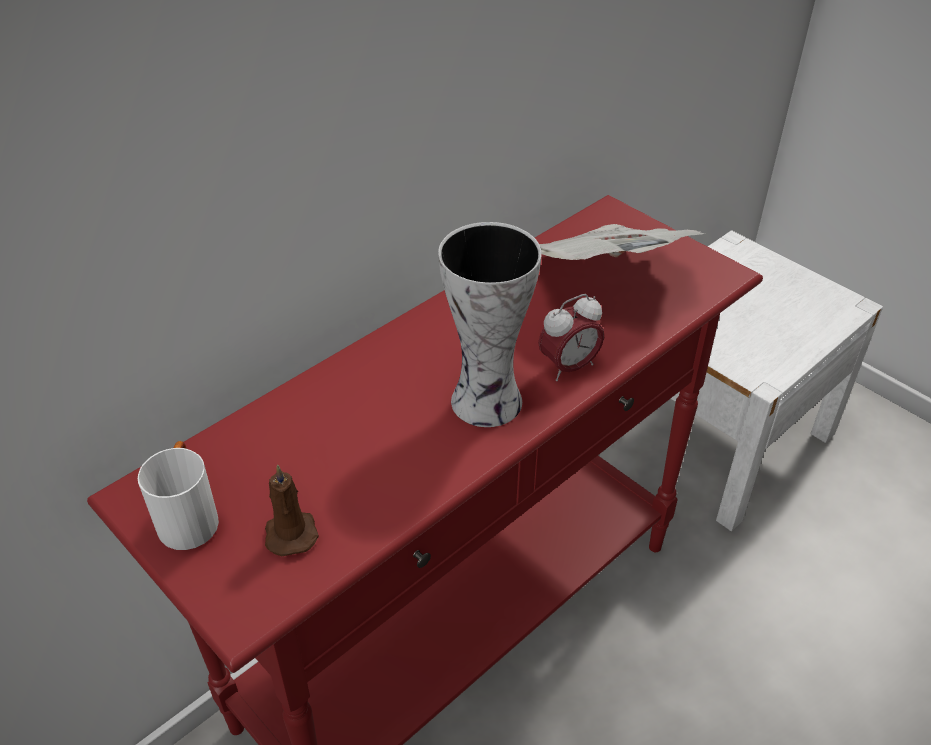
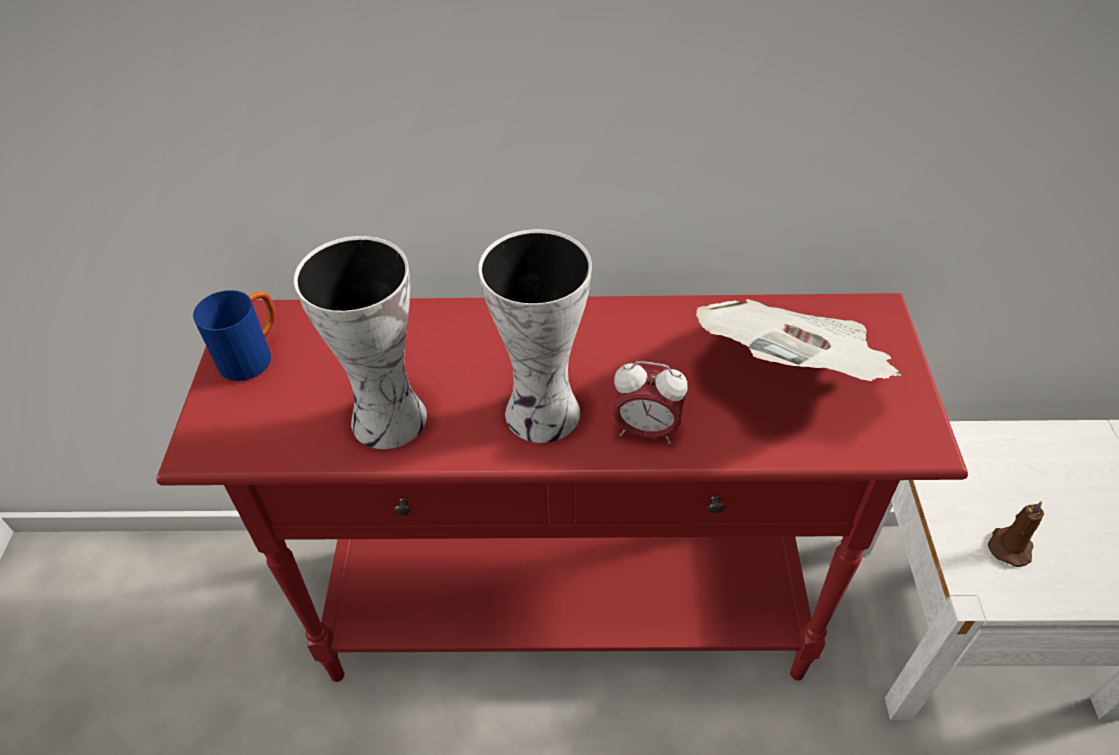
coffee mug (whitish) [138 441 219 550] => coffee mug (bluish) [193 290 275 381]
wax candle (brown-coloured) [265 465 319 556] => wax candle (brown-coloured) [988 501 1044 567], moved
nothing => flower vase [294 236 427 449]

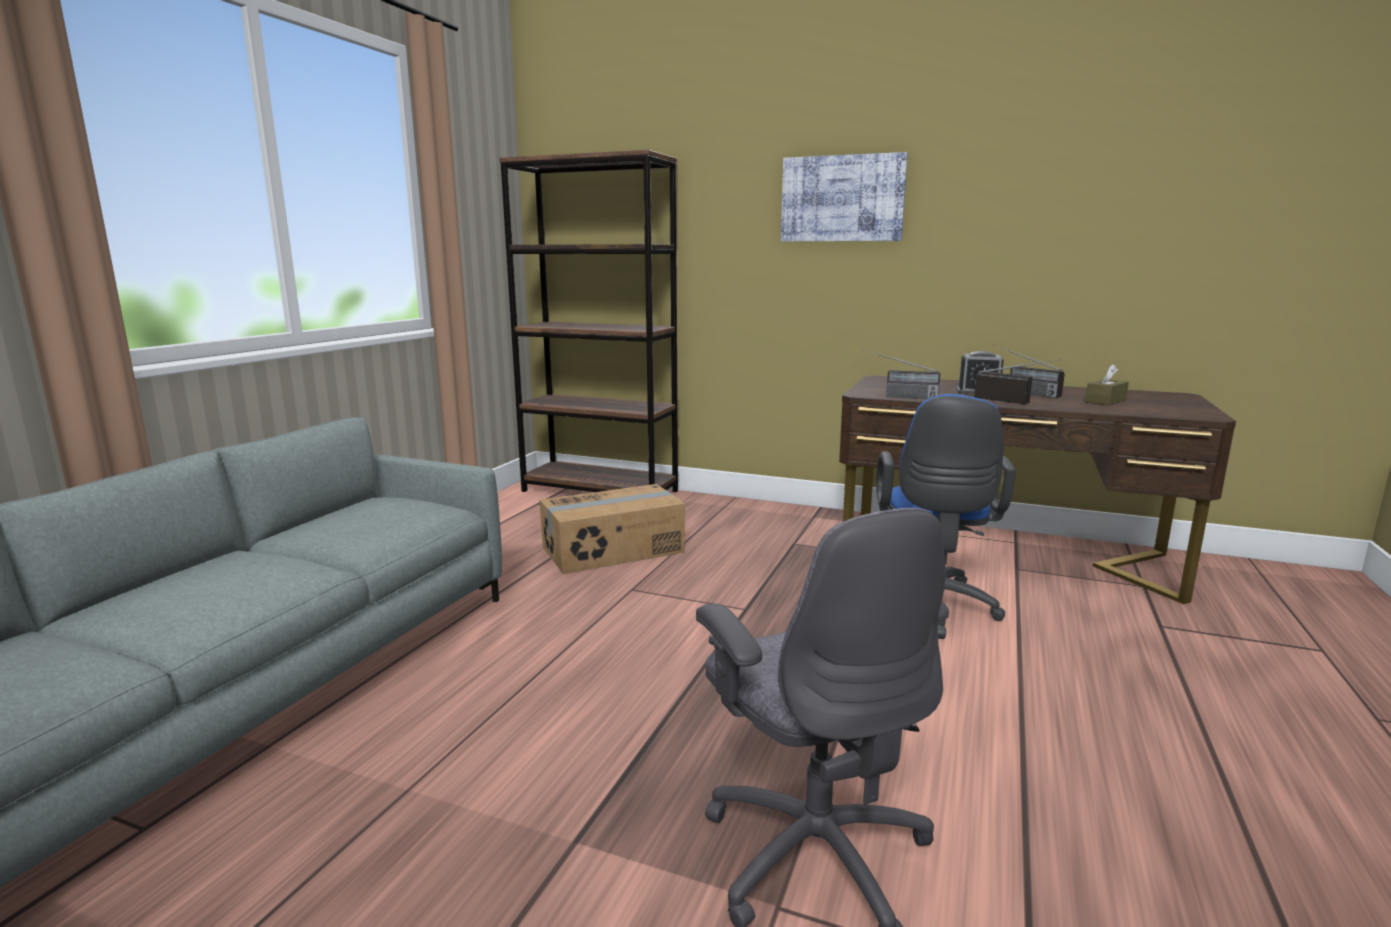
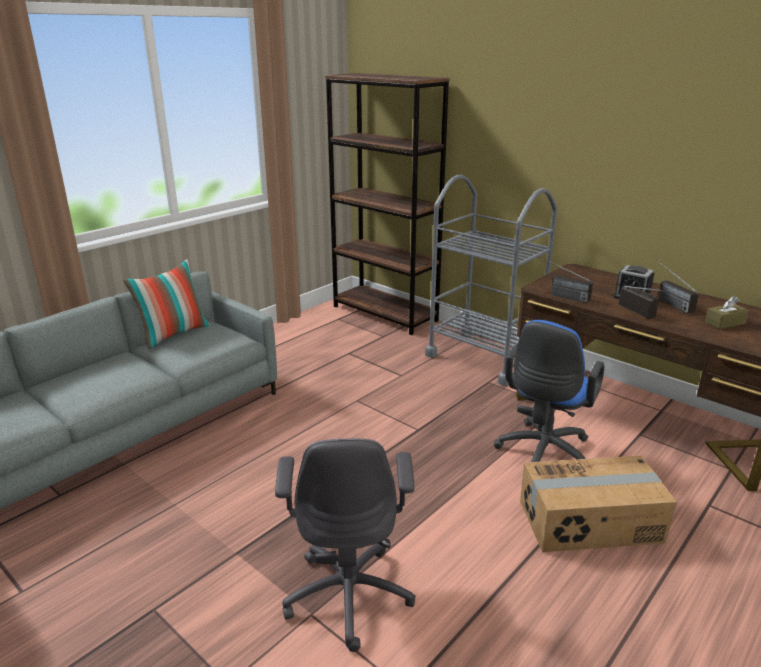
wall art [781 152 908 242] => nothing
carton [539 484 685 574] => carton [520 456 677 552], moved
nothing => wheeled cart (gray) [425 175 558 386]
nothing => cushion [123 259 210 349]

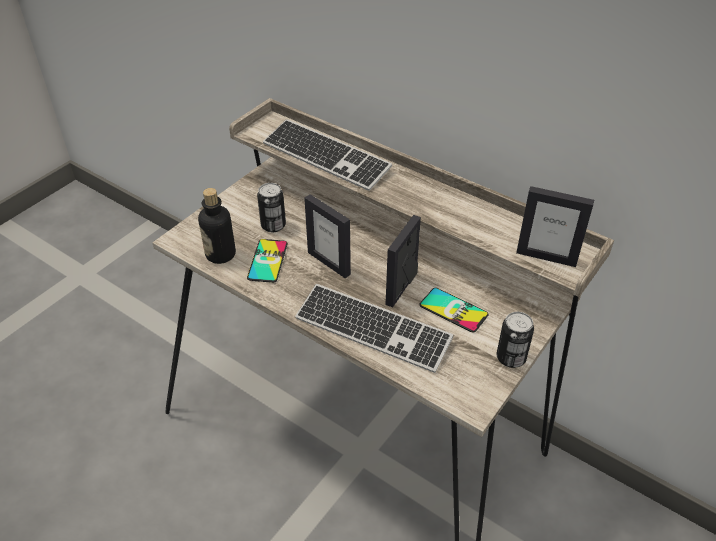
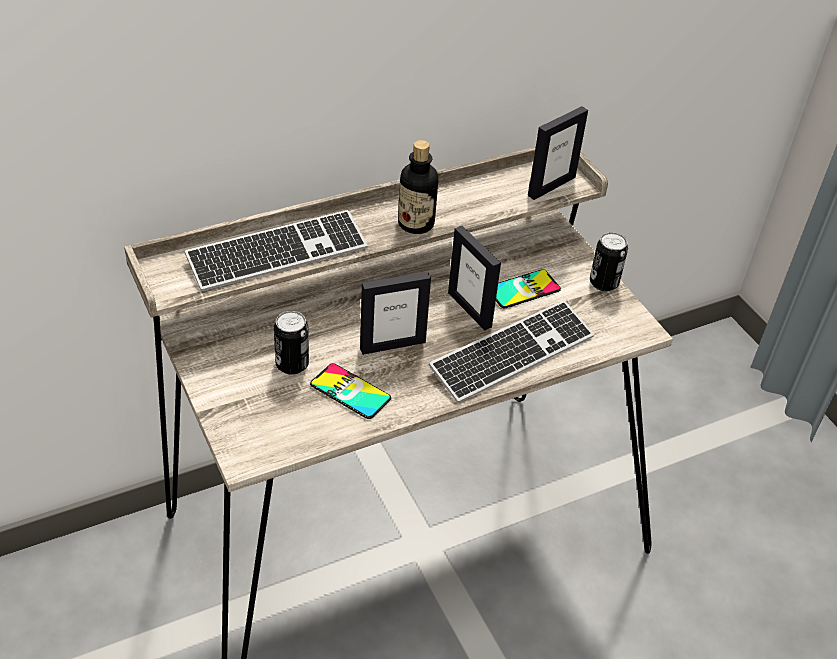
bottle [198 188 236 264] => bottle [398 140 438 234], moved

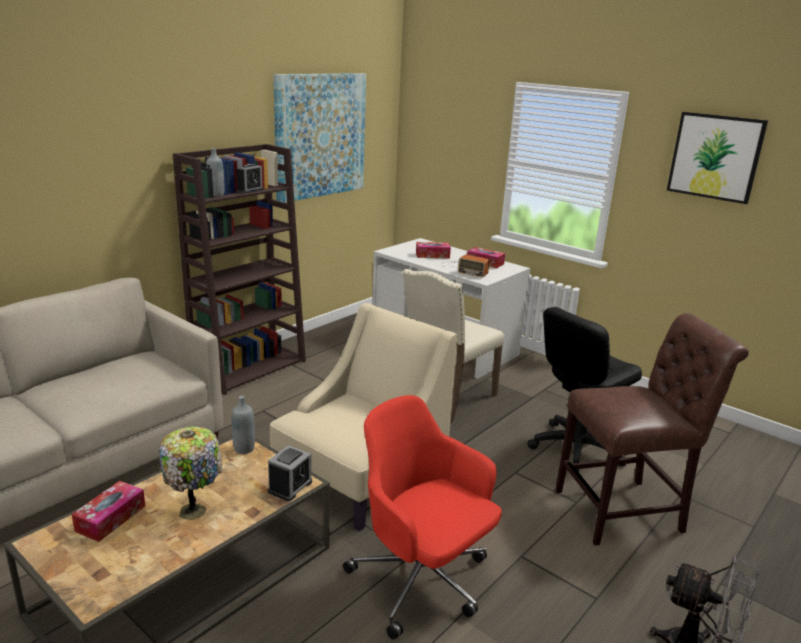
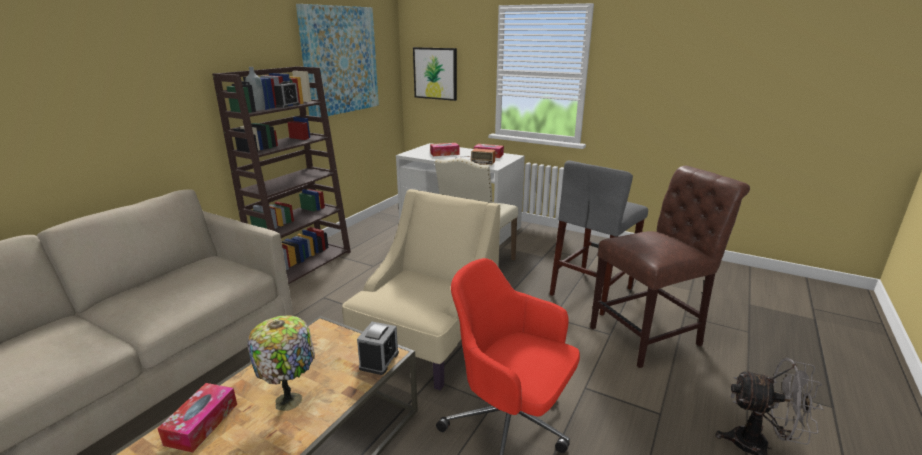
wall art [667 112 768 204] => wall art [413 47 457 101], moved
desk chair (blackish) [527 307 642 472] => stool seat (gray) [550 160 648 316]
bottle (gray) [232 396 255 454] => nothing

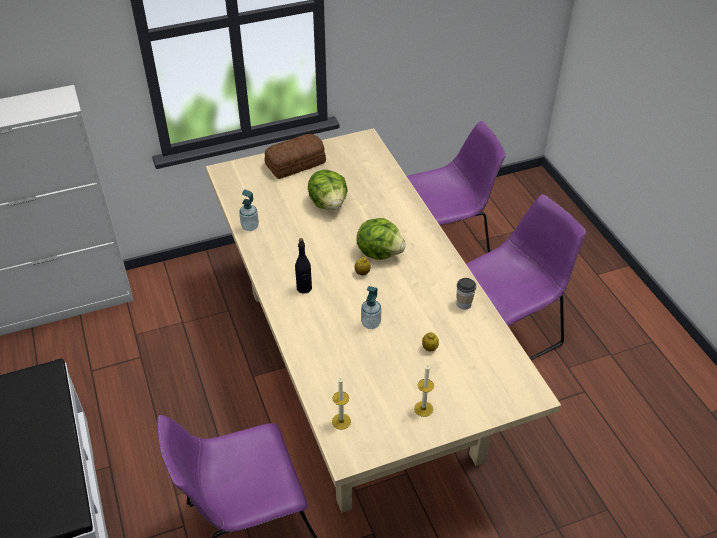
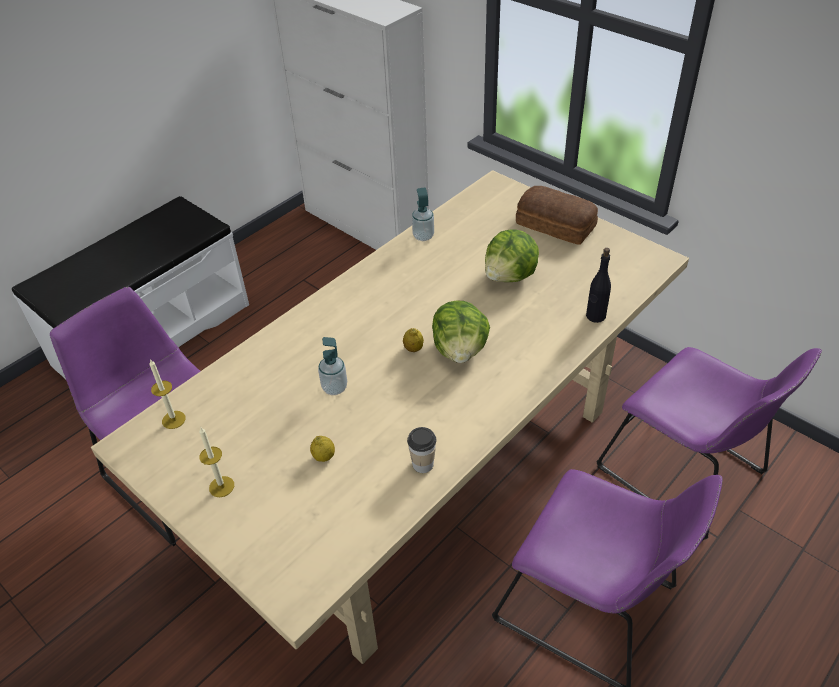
bottle (blackish) [295 238 312 293] => bottle (blackish) [586 248 611 323], moved

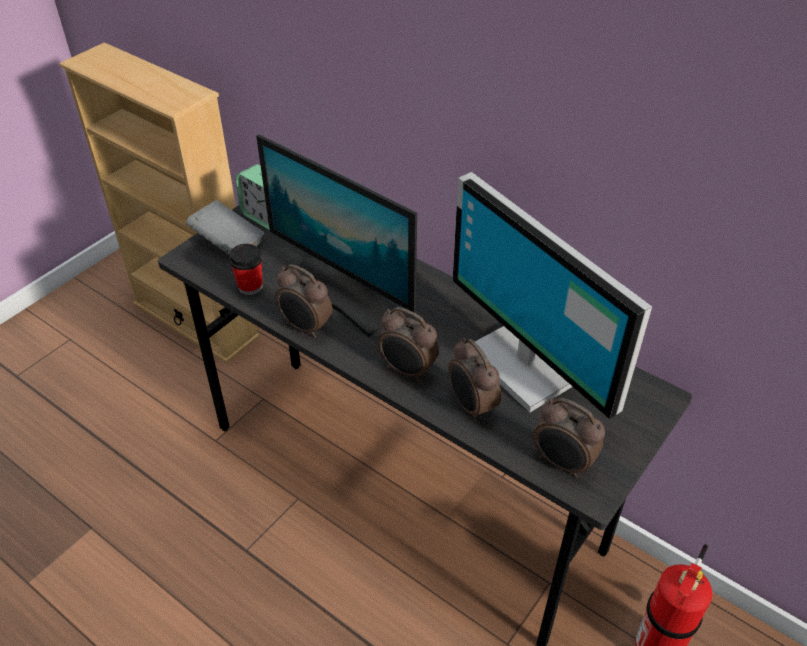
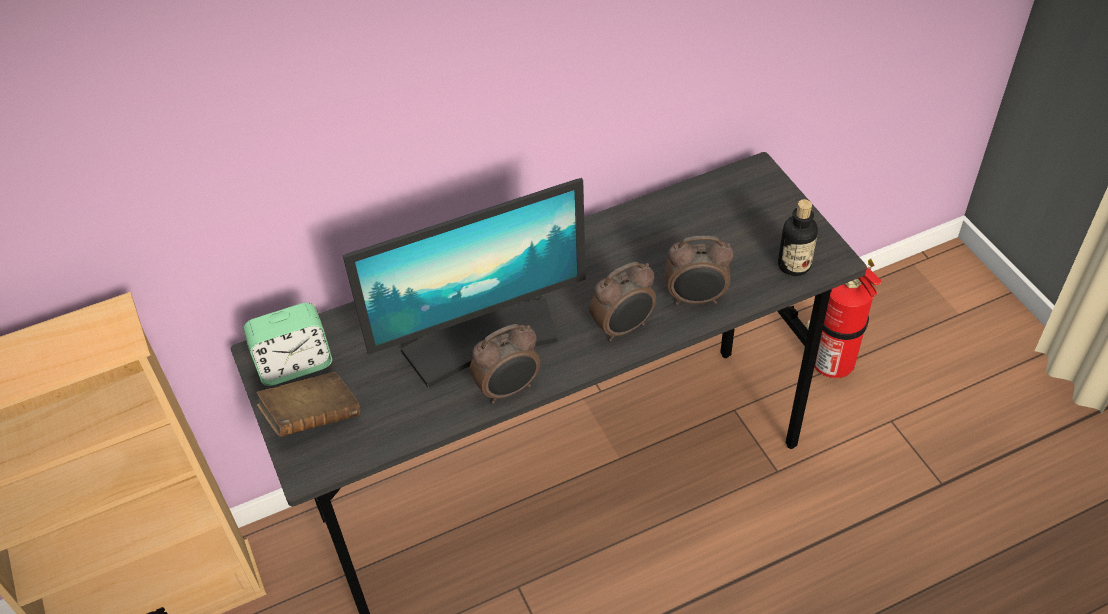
computer screen [453 172 652 419] => nothing
bound book (gray) [186 200 265 255] => bound book (brown-coloured) [257 372 360 437]
cup [229 244 263 295] => nothing
table clock [533 398 605 478] => bottle [778 199 818 276]

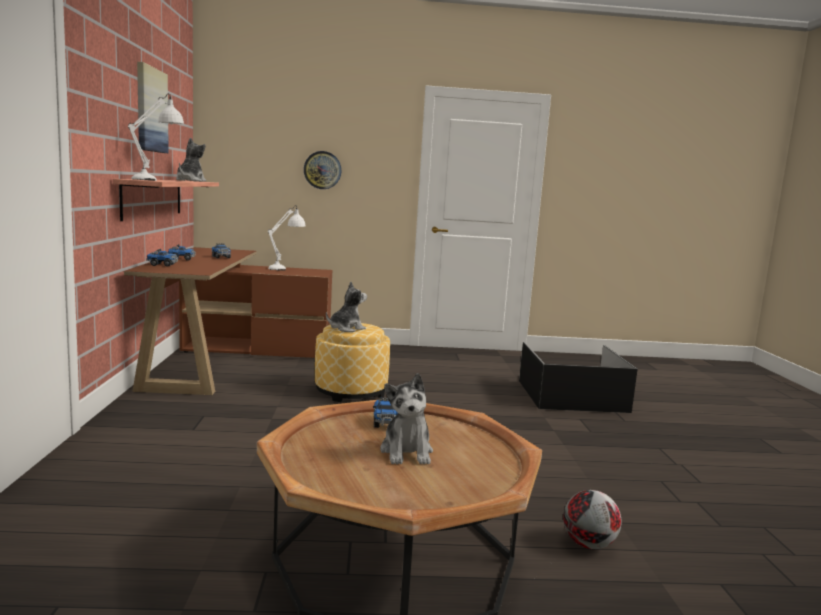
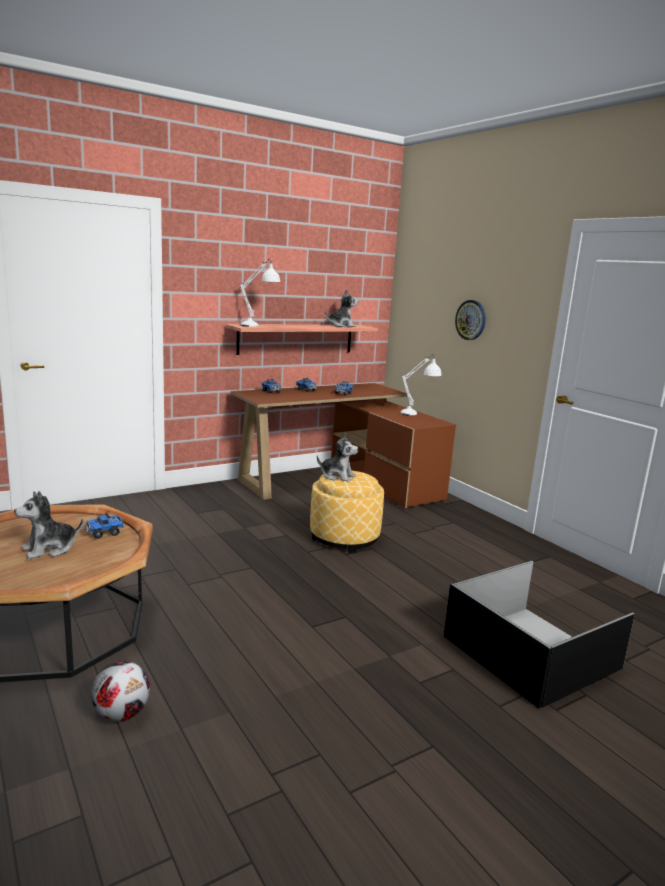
wall art [137 62 169 153] => nothing

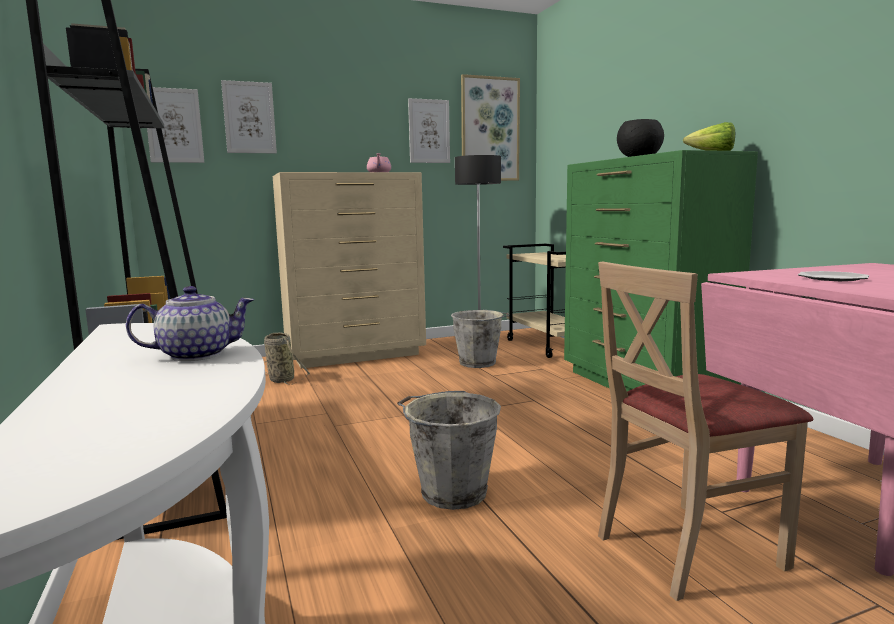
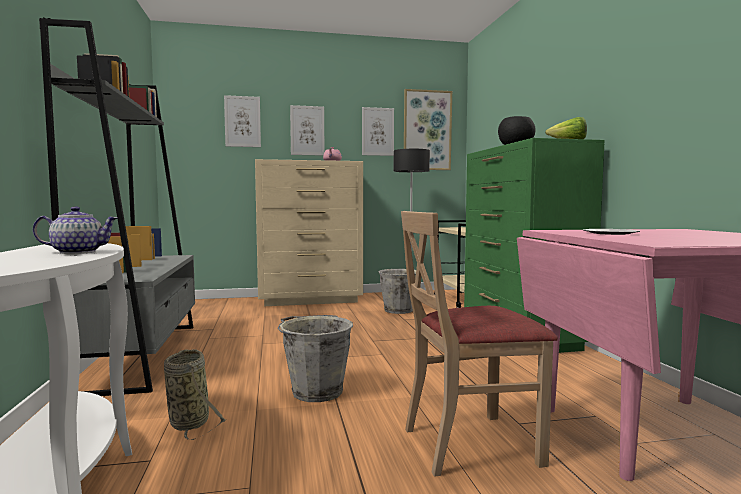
wall art [147 87 204 163] => wall art [290 105 325 156], moved
basket [264 332 310 384] => basket [164 349 227 440], moved

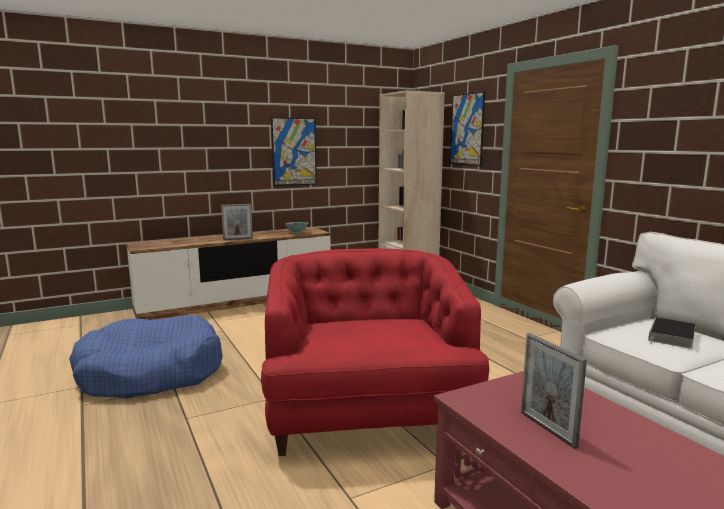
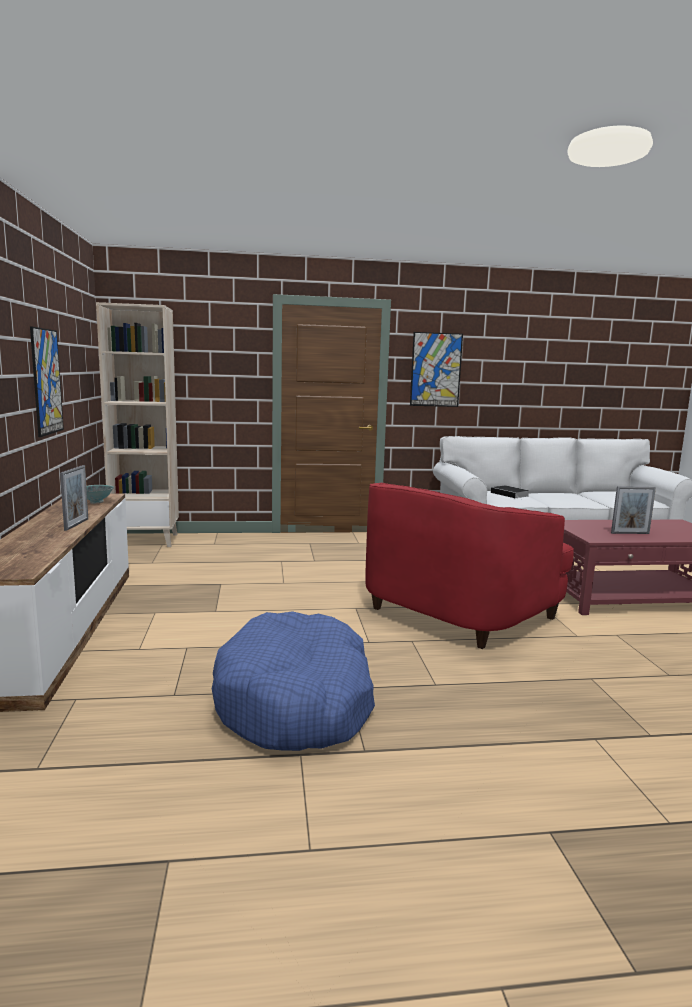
wall art [450 92 485 166] => wall art [410 332 463 407], moved
lounge chair (red) [261 248 489 456] => lounge chair (red) [365 483 574 649], 60 degrees counterclockwise

